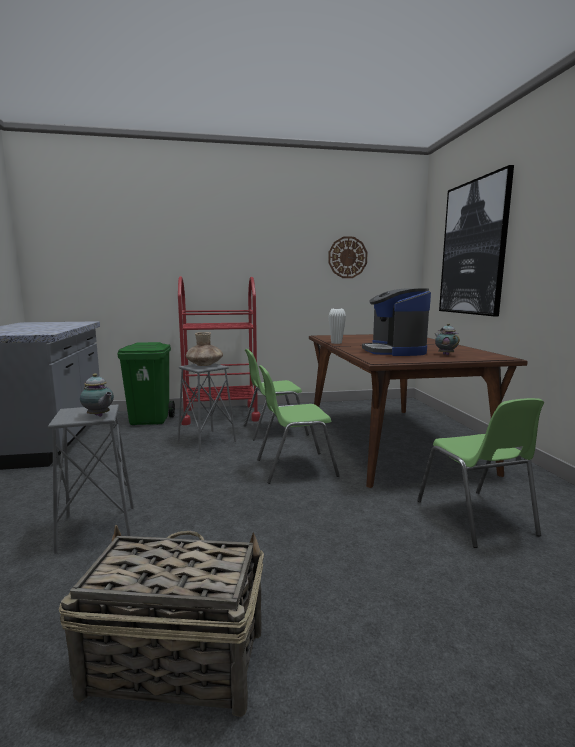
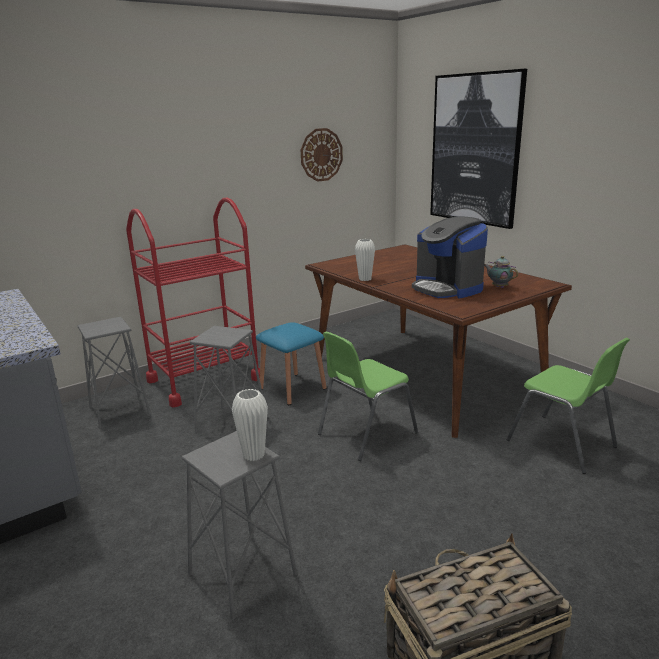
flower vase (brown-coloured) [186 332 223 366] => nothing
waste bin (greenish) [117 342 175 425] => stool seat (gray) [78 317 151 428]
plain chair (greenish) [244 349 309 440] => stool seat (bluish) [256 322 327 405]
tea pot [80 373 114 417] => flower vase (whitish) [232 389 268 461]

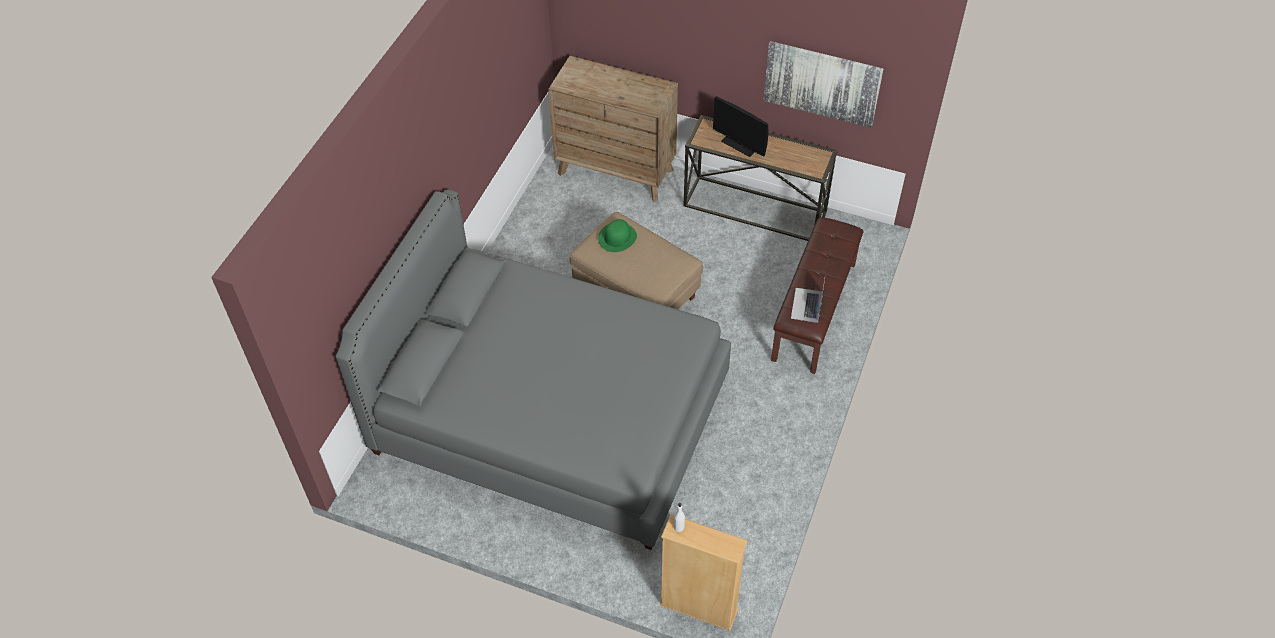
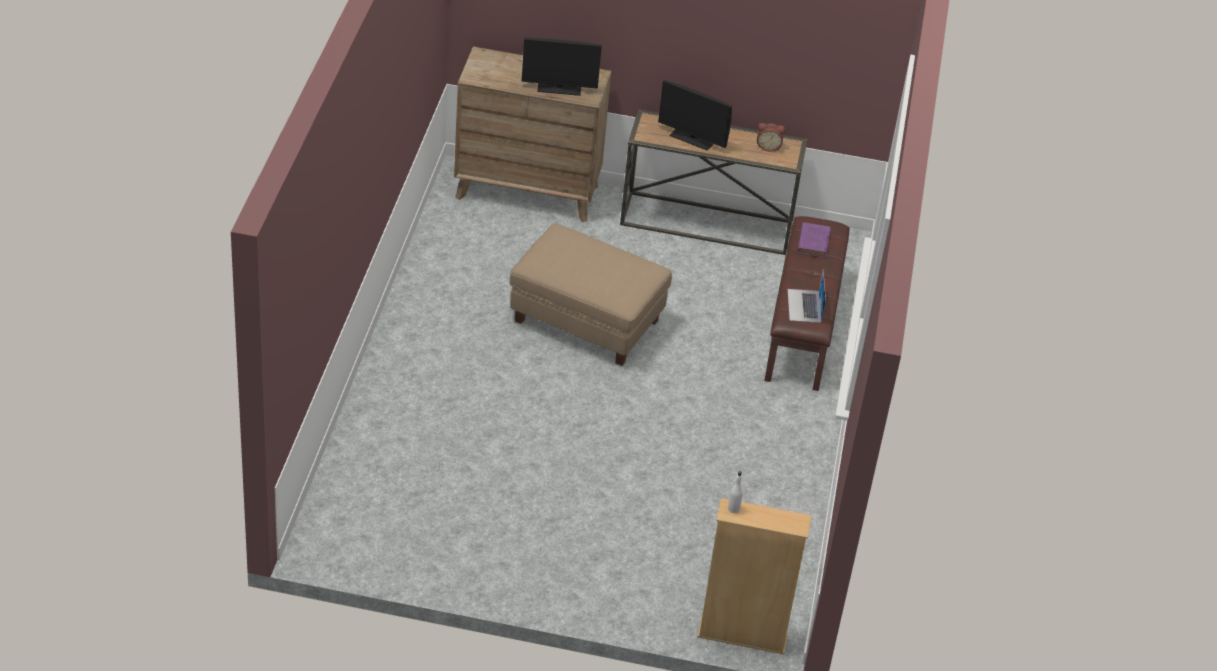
wall art [763 41 884 128] => nothing
bed (gray) [336 190 731 550] => nothing
wearable hat (greenish) [598 219 637 252] => nothing
nothing => computer screen [522 38 602 96]
nothing => table clock [757 123 785 151]
nothing => bound book (purple) [798 222 831 258]

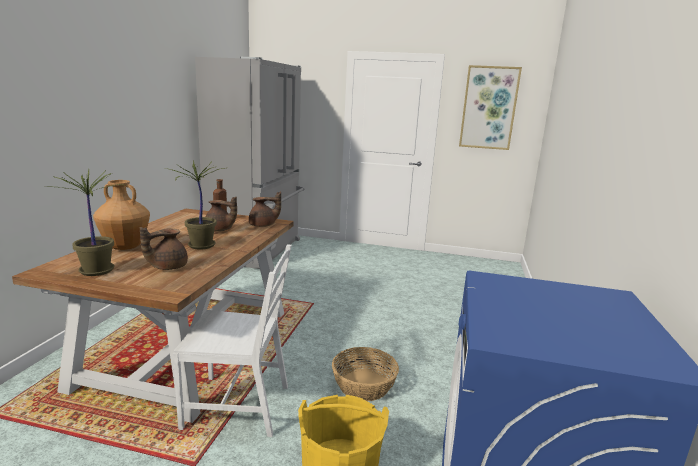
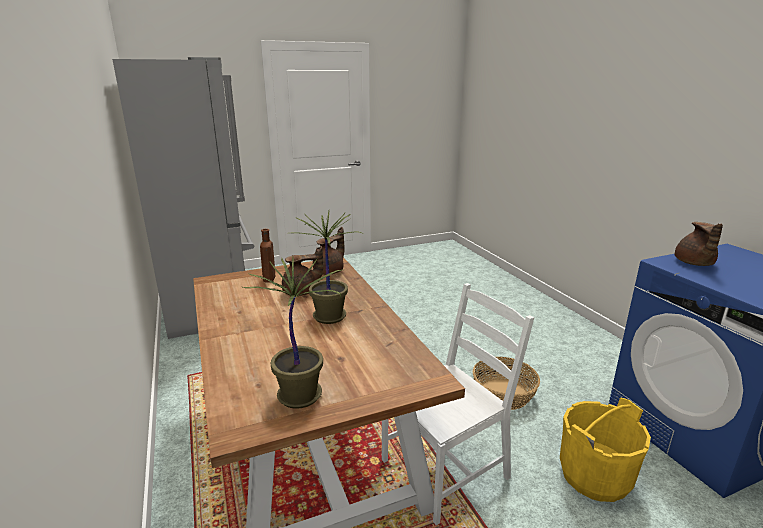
wall art [459 65 522 150] => nothing
flower vase (brown-coloured) [93 180 150 250] => nothing
tea pot (brown-coloured) [140 227 188 270] => tea pot (brown-coloured) [675 222 723 266], moved

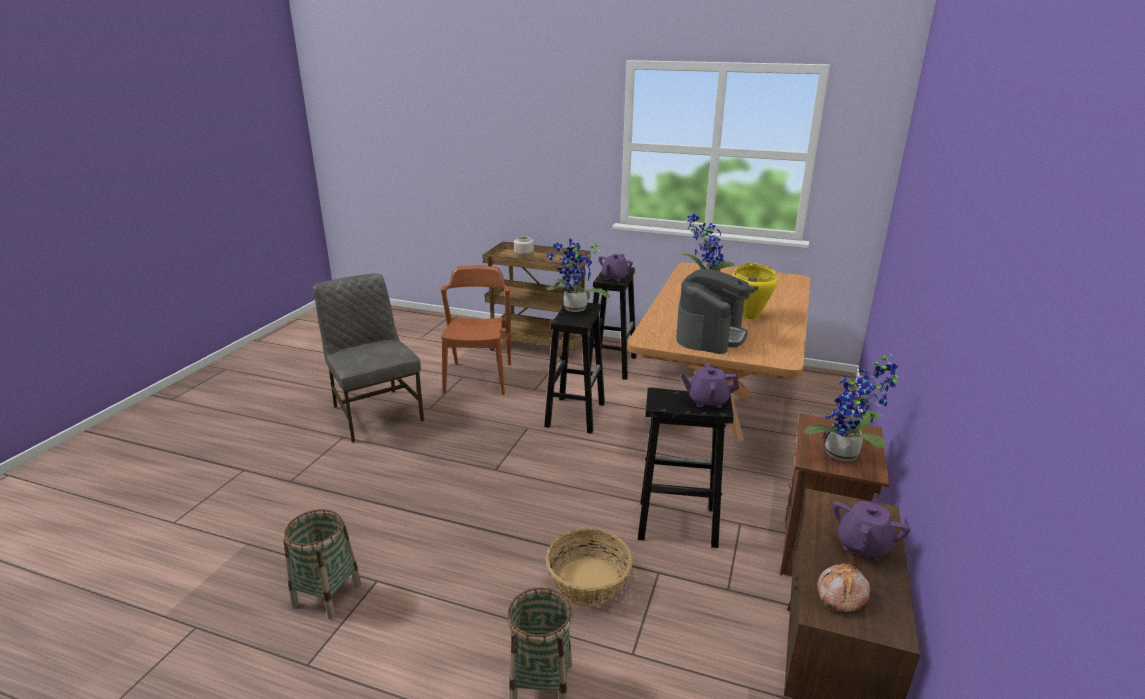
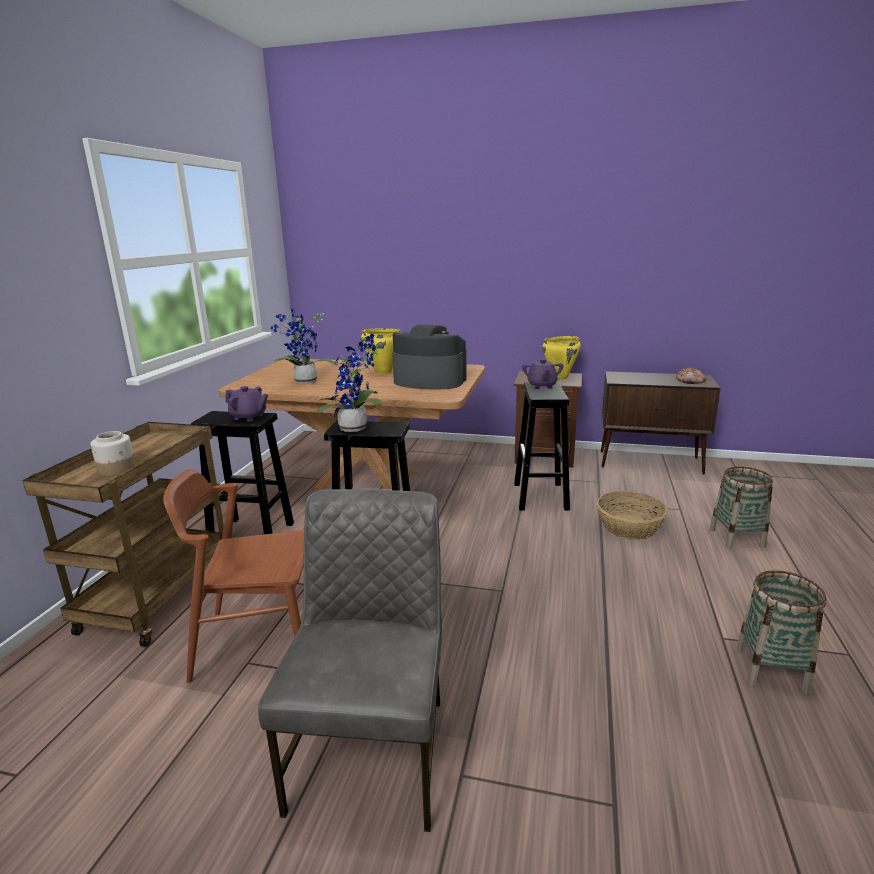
plain chair (gray) [313 273 424 442] => plain chair (gray) [258 489 442 832], 135 degrees clockwise
houseplant [804 354 898 462] => cooking pot (yellow) [542 336 581 380]
tea pot (purple) [832 493 910 561] => nothing

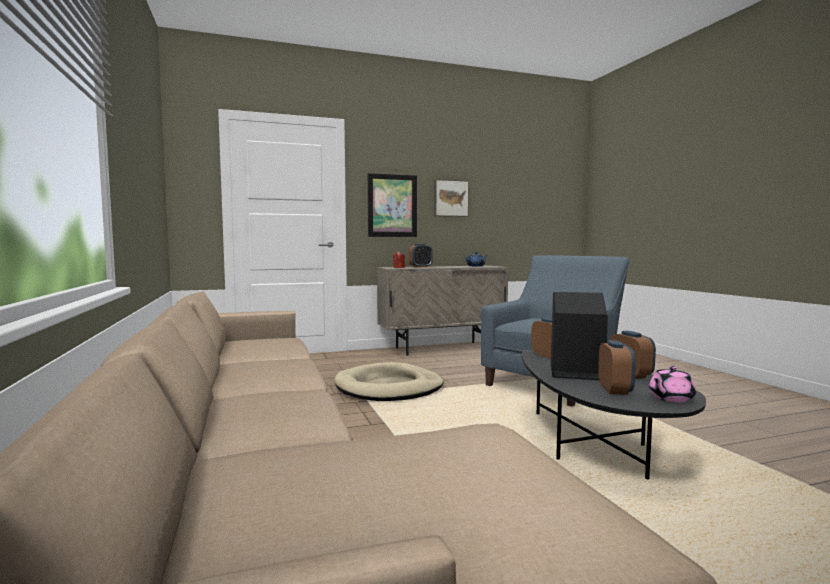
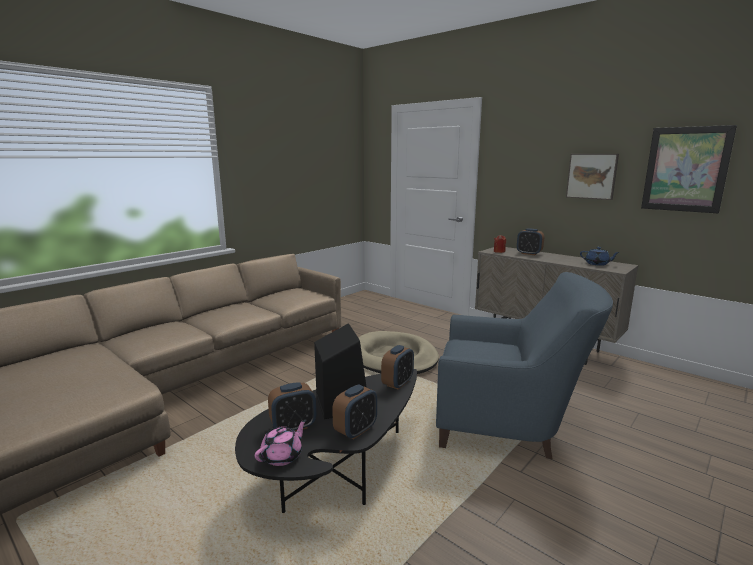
wall art [368 173 417 237] => wall art [641 125 737 214], moved
tea pot (pinkish) [649 366 696 403] => tea pot (pinkish) [255 419 306 466], 105 degrees clockwise

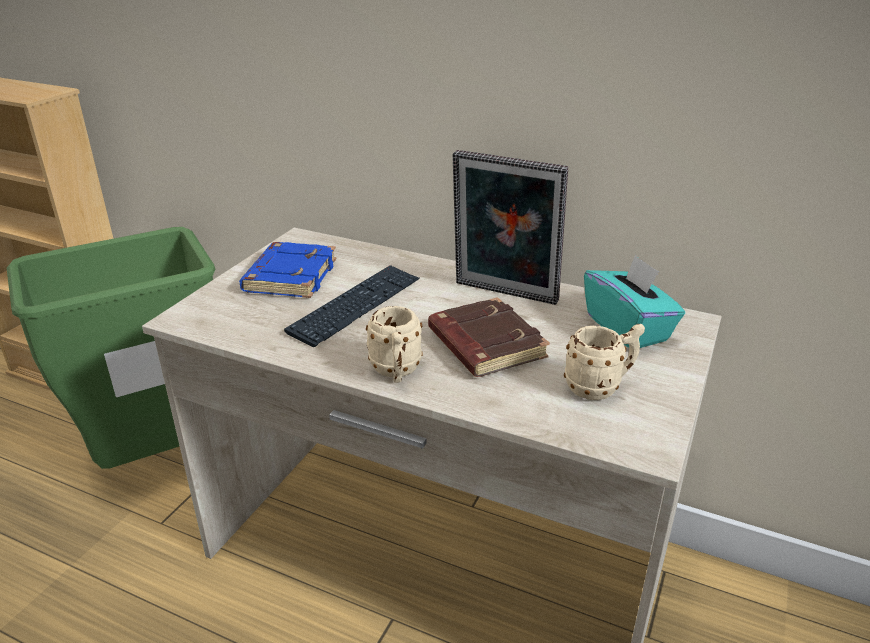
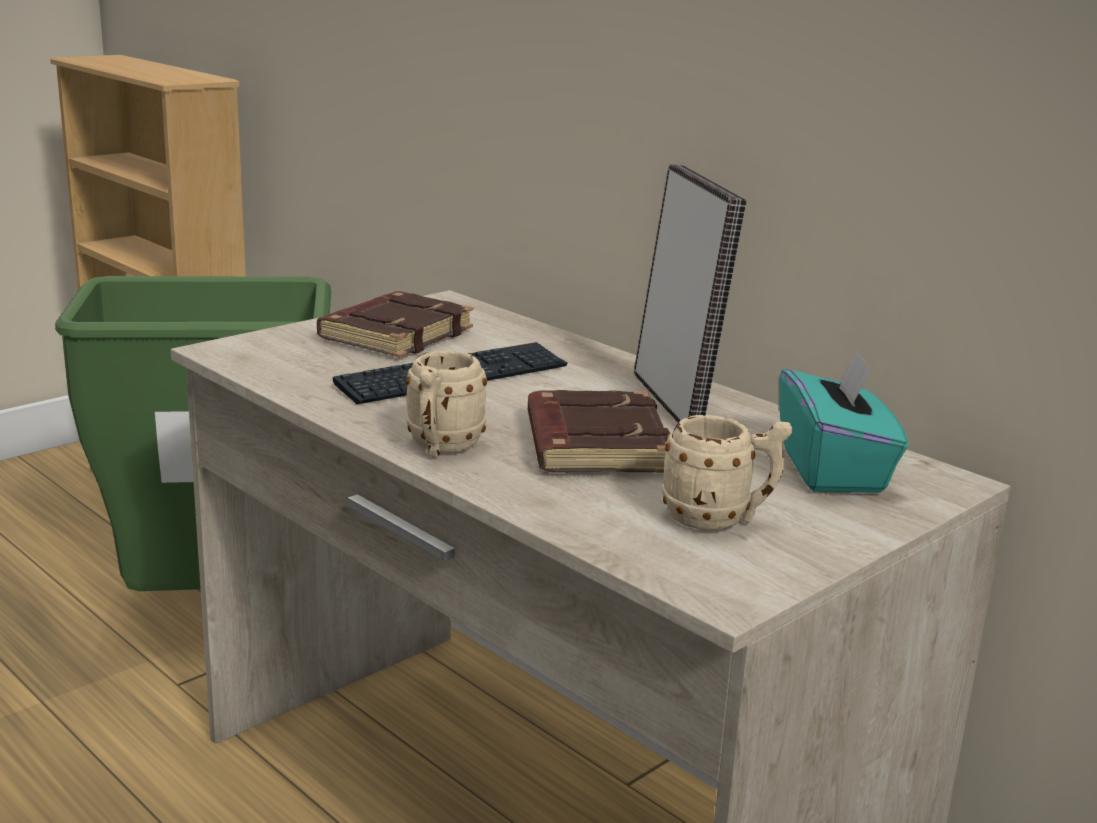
photo frame [453 150 568 305] => photo frame [634 164 746 423], 150 degrees counterclockwise
bound book (bluish) [239 242 337 298] => bound book (brown-coloured) [317 291 473 358]

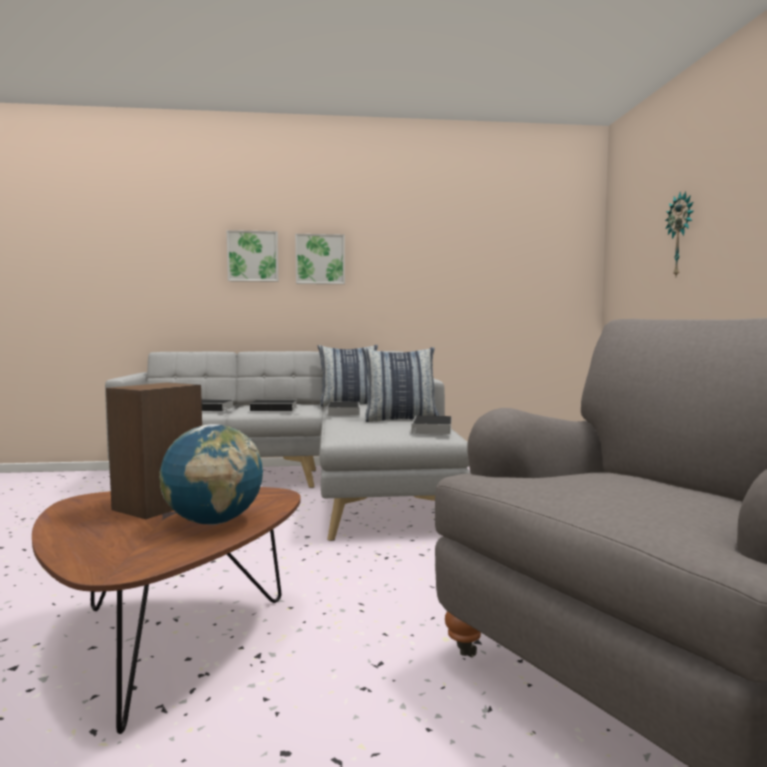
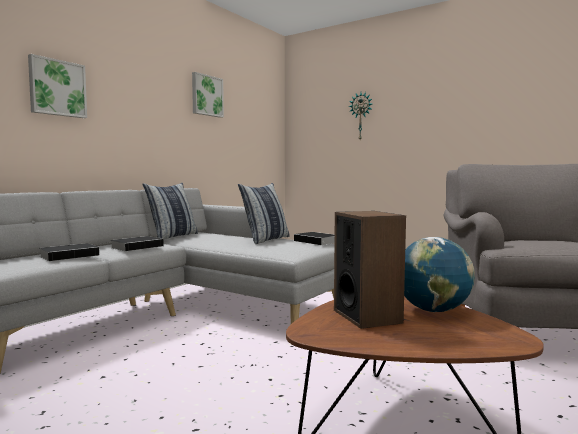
wall art [295 234 345 284] => wall art [192 72 224 118], moved
bound book [327 402 360 416] => nothing

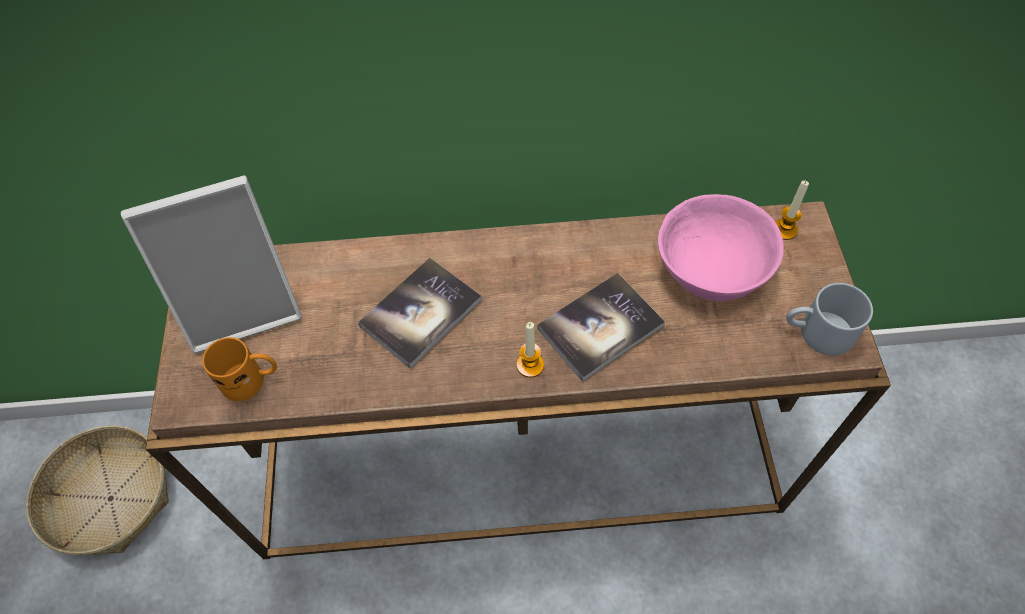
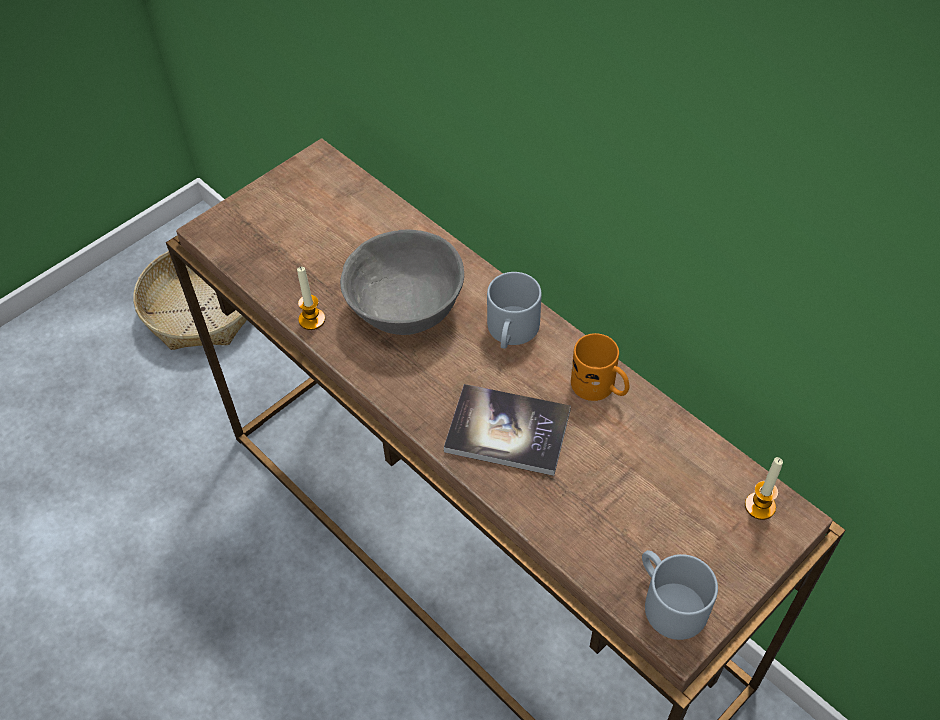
photo frame [121 175 302 353] => nothing
serving bowl (pinkish) [658 194 784 301] => nothing
bound book [358 258 482 369] => serving bowl (gray) [340 229 464 335]
wax candle [516 322 544 377] => wax candle [297 267 325 330], moved
coffee mug (orange-coloured) [202 337 277 401] => coffee mug (orange-coloured) [571 333 630 401], moved
nothing => coffee mug (gray) [487 272 542 349]

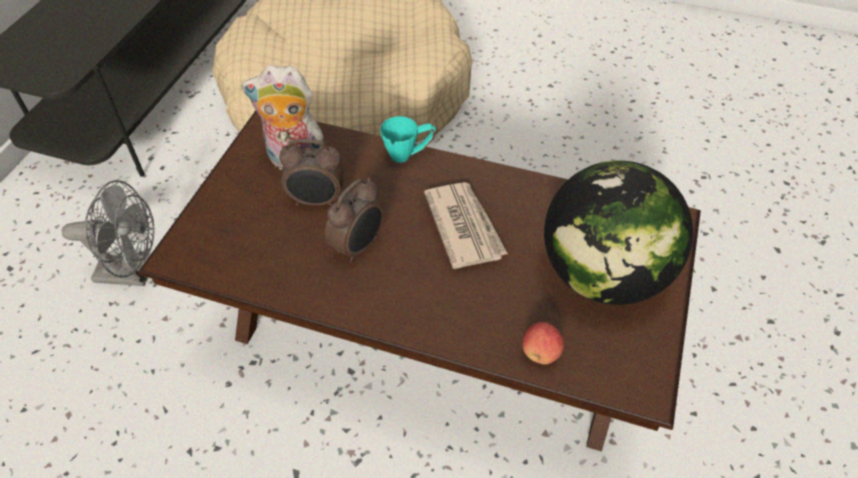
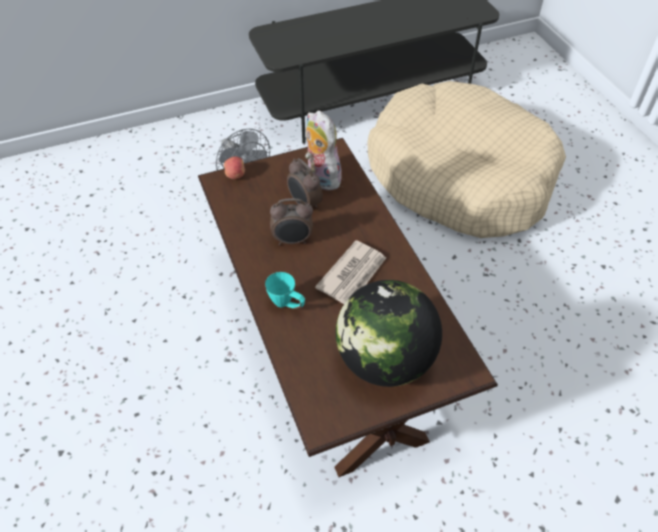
coffee mug (turquoise) [380 116 436 163] => coffee mug (turquoise) [265 272 305 309], moved
apple [522 322 564 364] => apple [224 157 245 179], moved

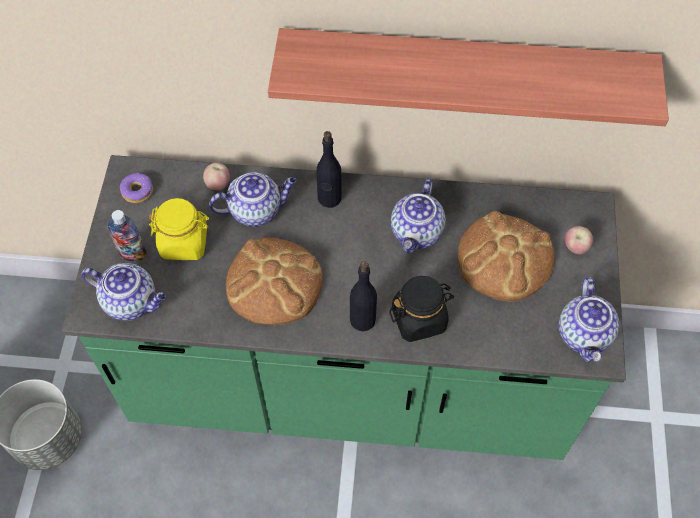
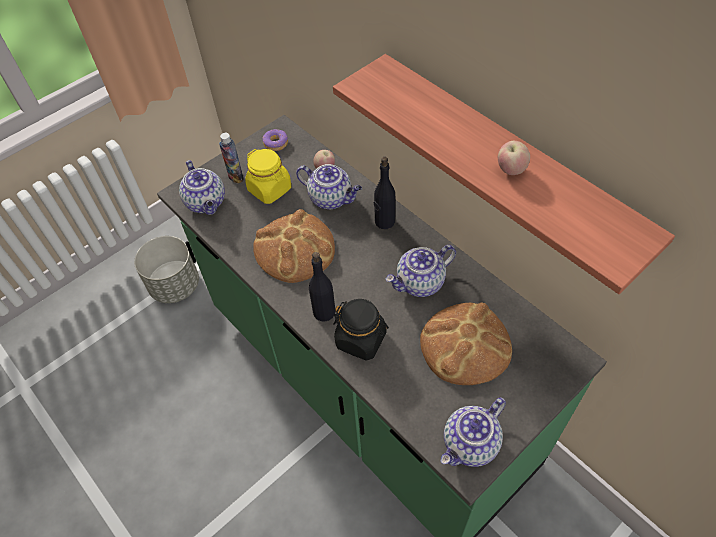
apple [565 226 593 255] => apple [498 141 530 175], moved

